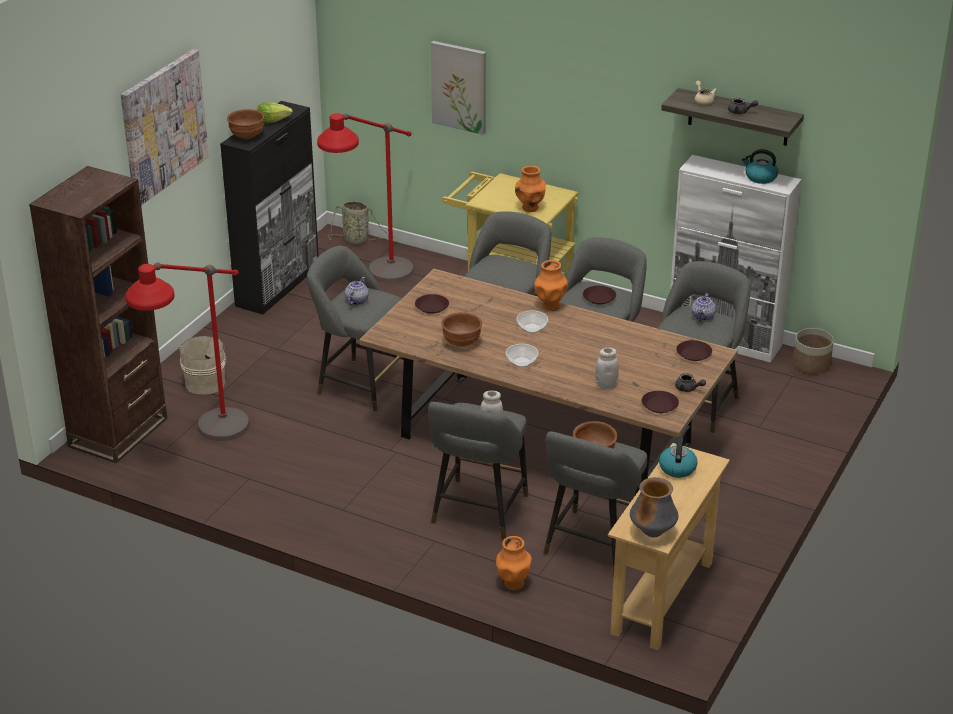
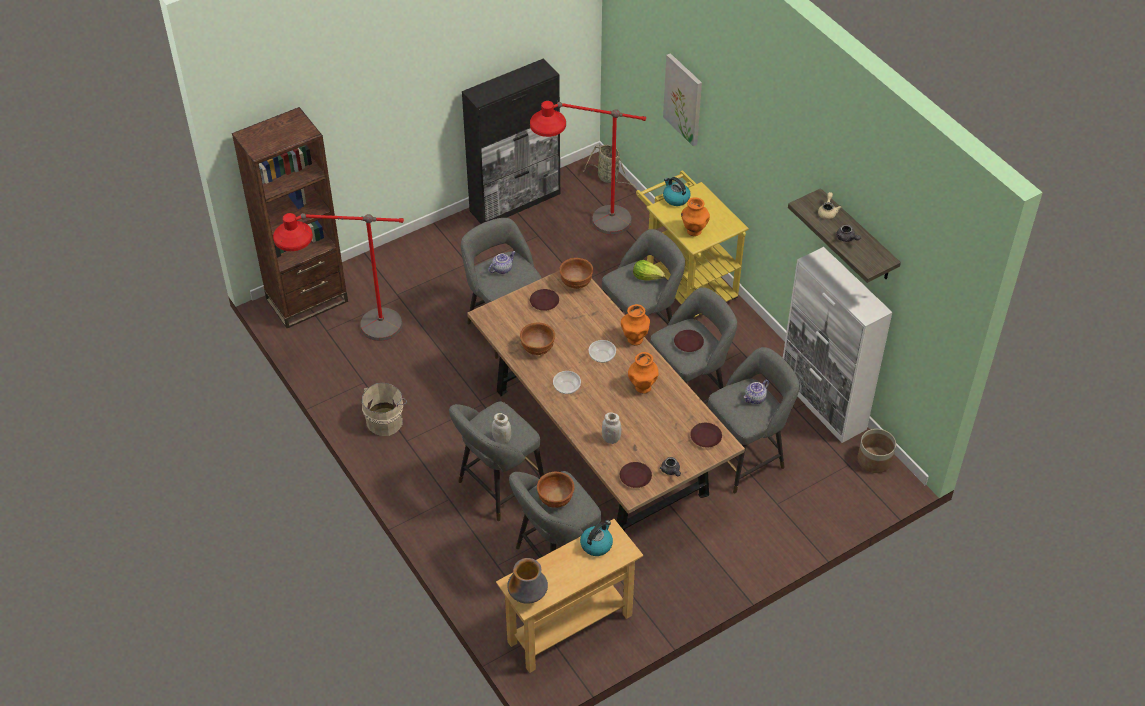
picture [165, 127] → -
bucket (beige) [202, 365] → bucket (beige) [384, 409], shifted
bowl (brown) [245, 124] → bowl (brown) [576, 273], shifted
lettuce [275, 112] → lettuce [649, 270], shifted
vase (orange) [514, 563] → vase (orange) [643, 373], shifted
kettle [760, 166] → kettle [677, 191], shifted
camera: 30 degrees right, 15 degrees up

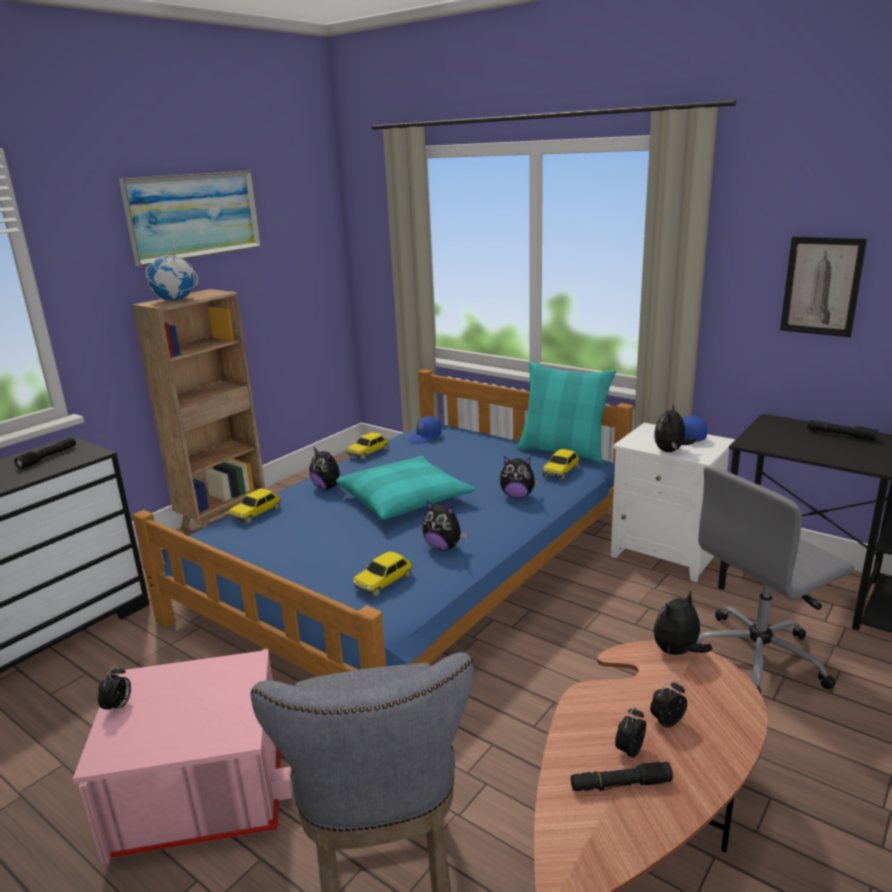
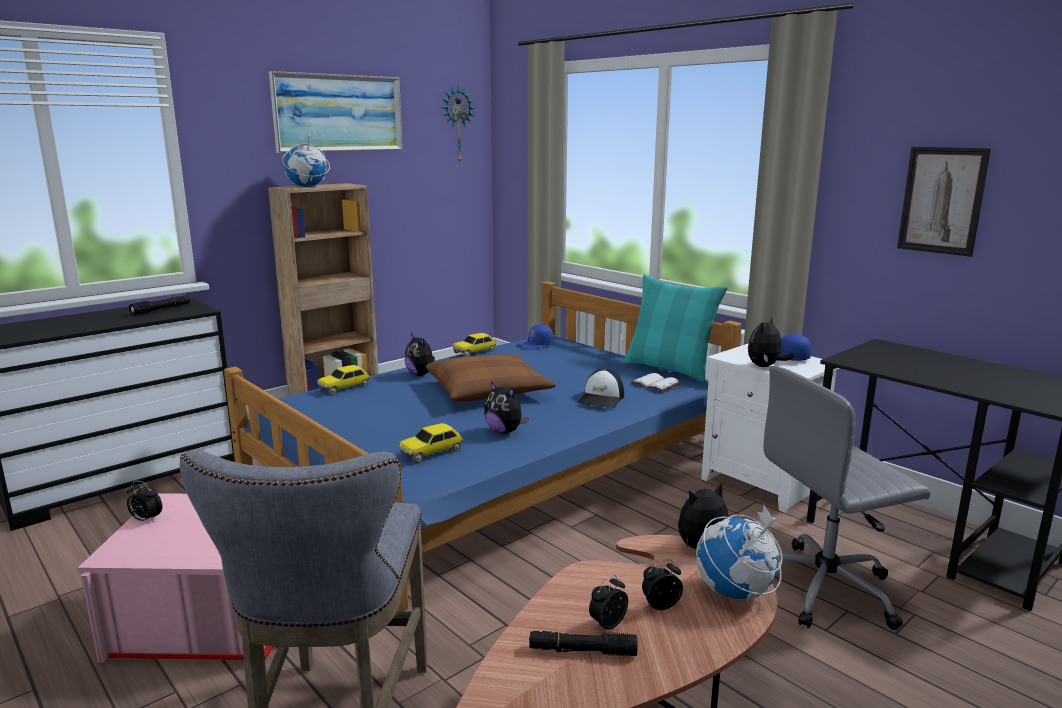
flashlight (black) [842, 430] → -
- → wall clock [457, 124]
- → globe [739, 552]
plush toy [519, 477] → cap [600, 388]
toy car [560, 464] → book (white) [656, 382]
pillow (turquoise) [405, 488] → pillow (brown) [491, 378]
alarm clock [114, 690] → alarm clock [144, 501], 90 degrees clockwise
camera: 10 degrees right, 5 degrees down

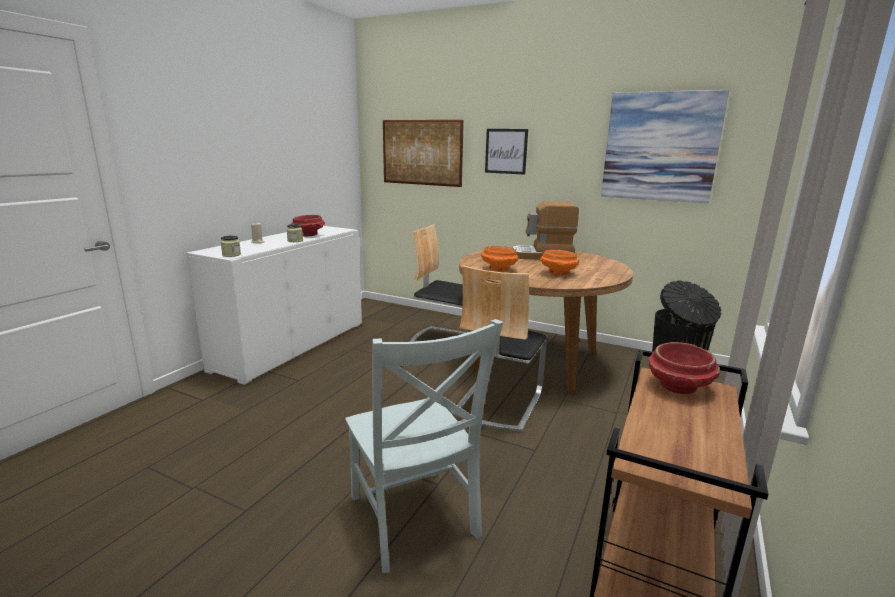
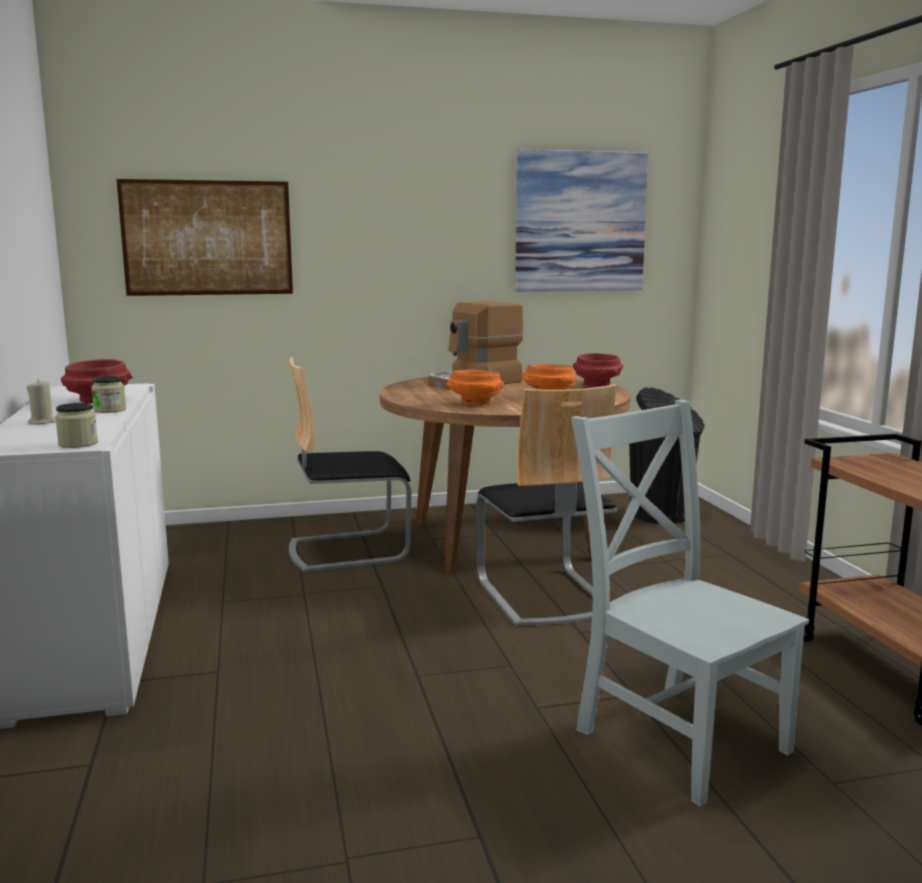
picture [506, 152] → -
bowl (red) [684, 368] → bowl (red) [598, 370], shifted
chair (grey) [424, 446] → chair (grey) [690, 603], 150 degrees counterclockwise
camera: 40 degrees left, 5 degrees down

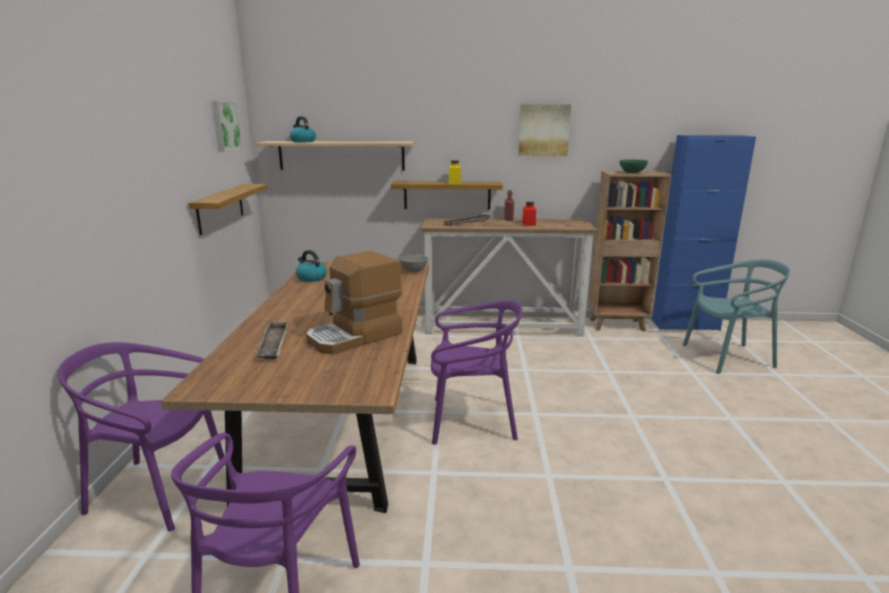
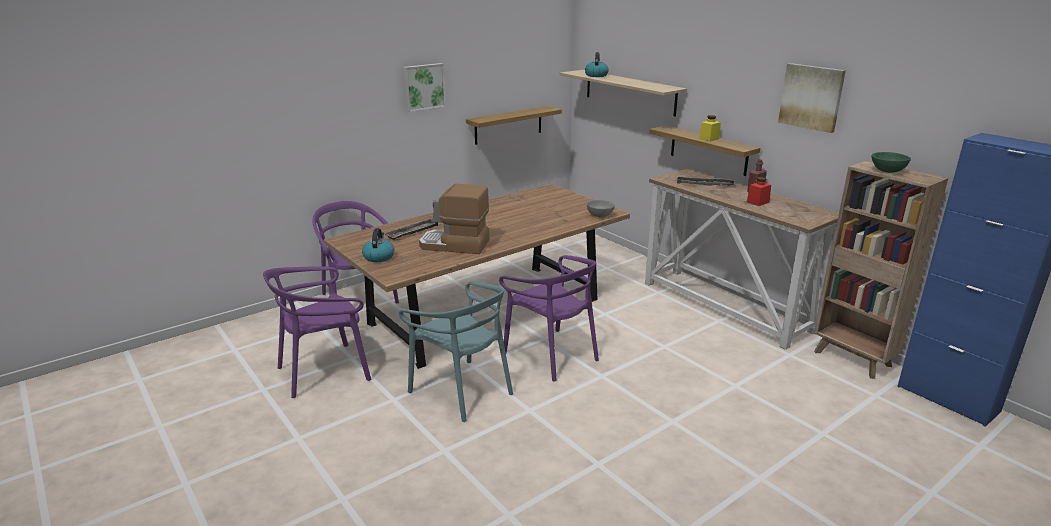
picture [227, 126] → picture [424, 87], shifted
kettle [311, 266] → kettle [378, 245], shifted
chair (turquoise) [736, 317] → chair (turquoise) [456, 351], shifted
camera: 50 degrees right, 5 degrees up

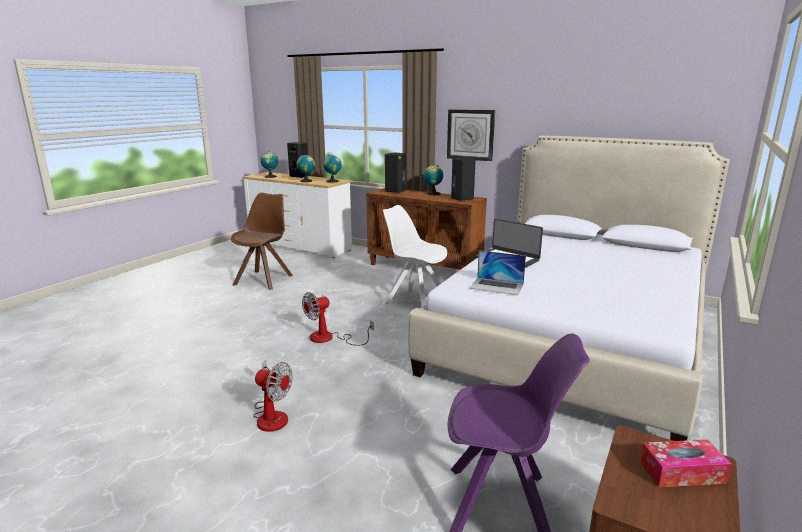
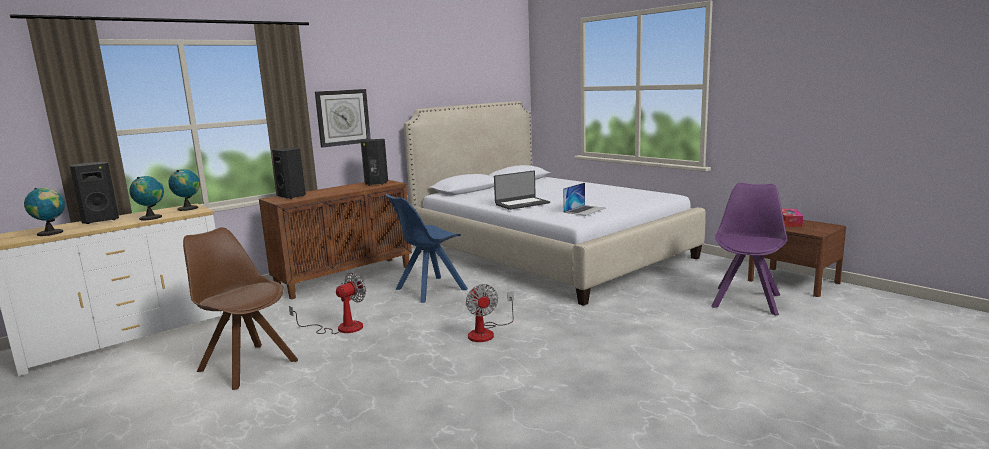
globe [433, 180] → -
fan [273, 396] → fan [327, 303], shifted
chair (white) [415, 256] → chair (blue) [427, 248]
camera: 70 degrees left, 5 degrees down

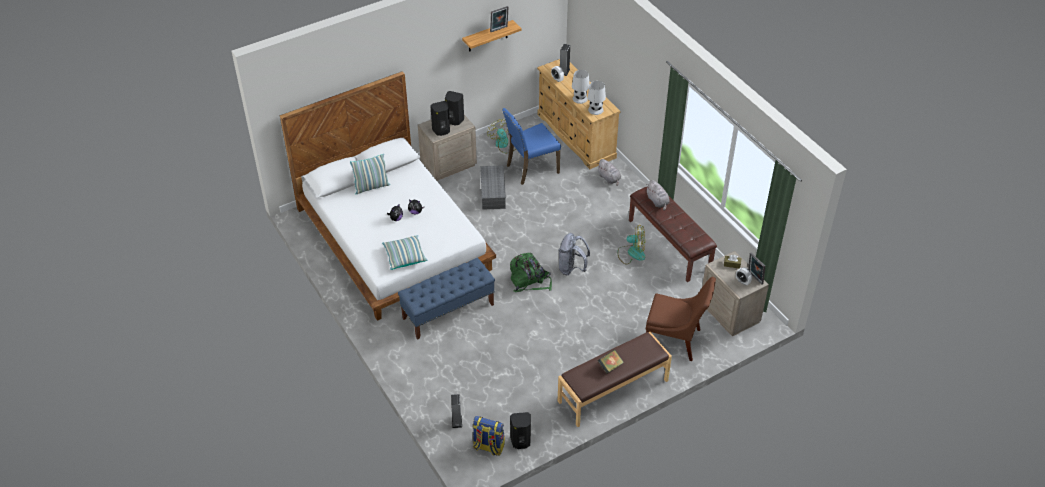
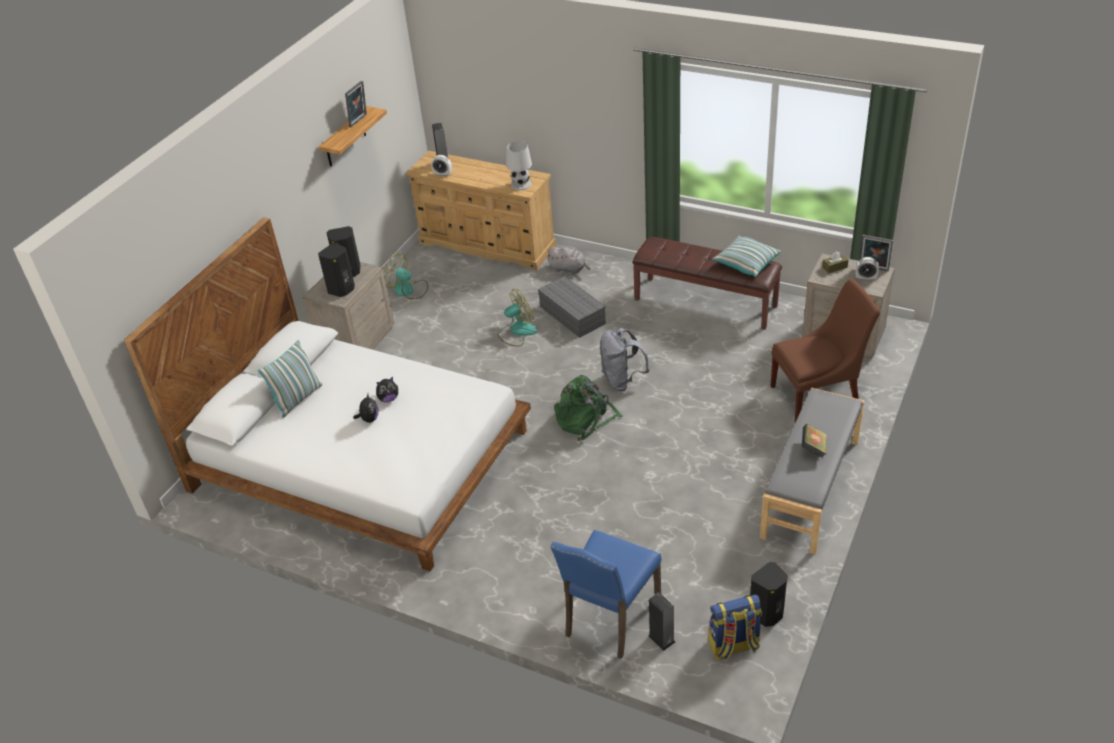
bench (blue) [446, 299] → -
table lamp (white) [581, 87] → -
plush toy (grey) [658, 195] → -
pillow [404, 252] → pillow [746, 256], shifted
storage box (grey) [493, 187] → storage box (grey) [572, 307], shifted
chair (blue) [531, 146] → chair (blue) [605, 594], shifted
fan [631, 245] → fan [517, 318], shifted
bench (brown) [615, 379] → bench (grey) [812, 471]
camera: 30 degrees left, 5 degrees down

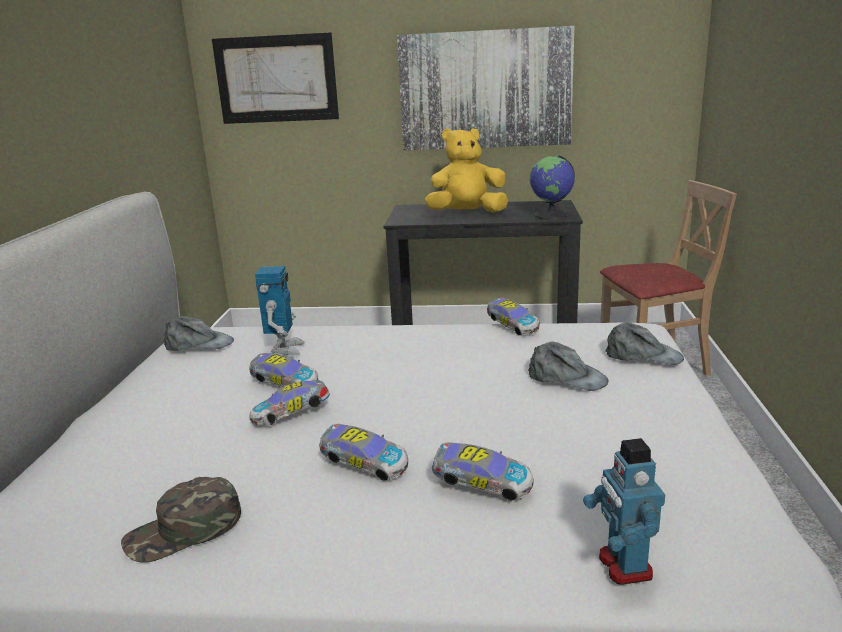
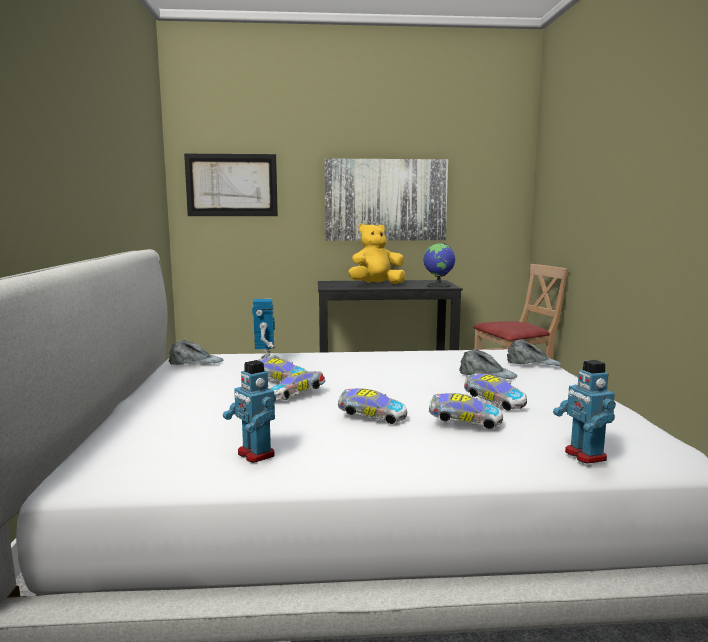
toy car [513, 316] → toy car [495, 392], shifted
cap (green) [181, 519] → toy robot [249, 411]
camera: 10 degrees left, 10 degrees down

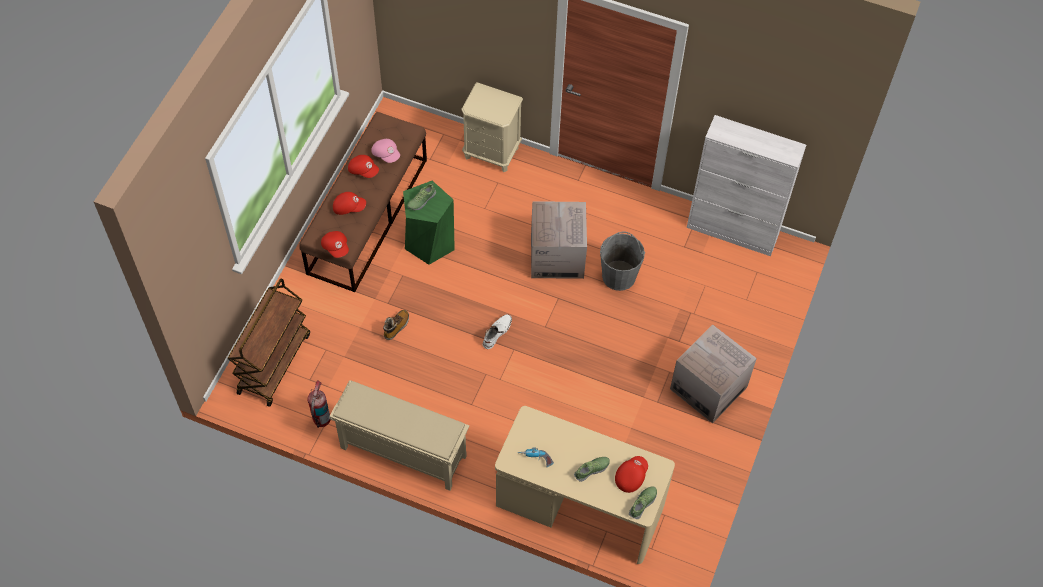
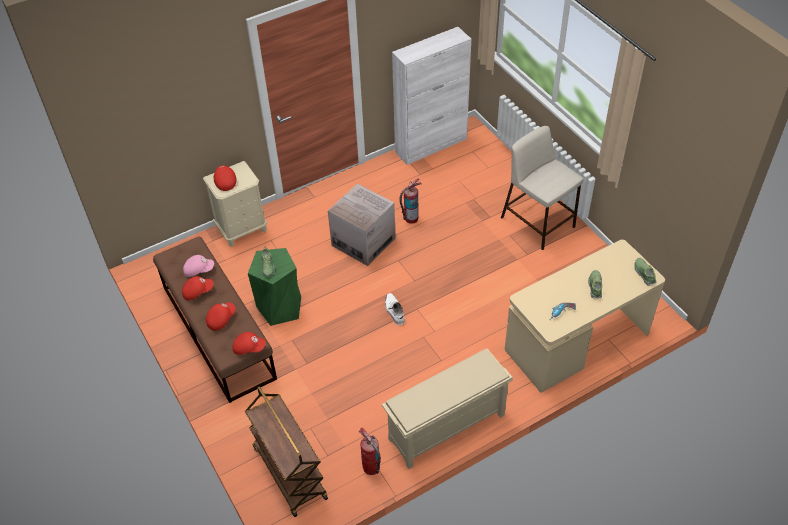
boot [396, 325] → -
cap (red) [631, 474] → cap (red) [225, 178], shifted
bucket (grey) [622, 261] → fire extinguisher [411, 201]
cardboard box [713, 373] → stool (beige) [542, 188]
camera: 50 degrees left, 10 degrees down

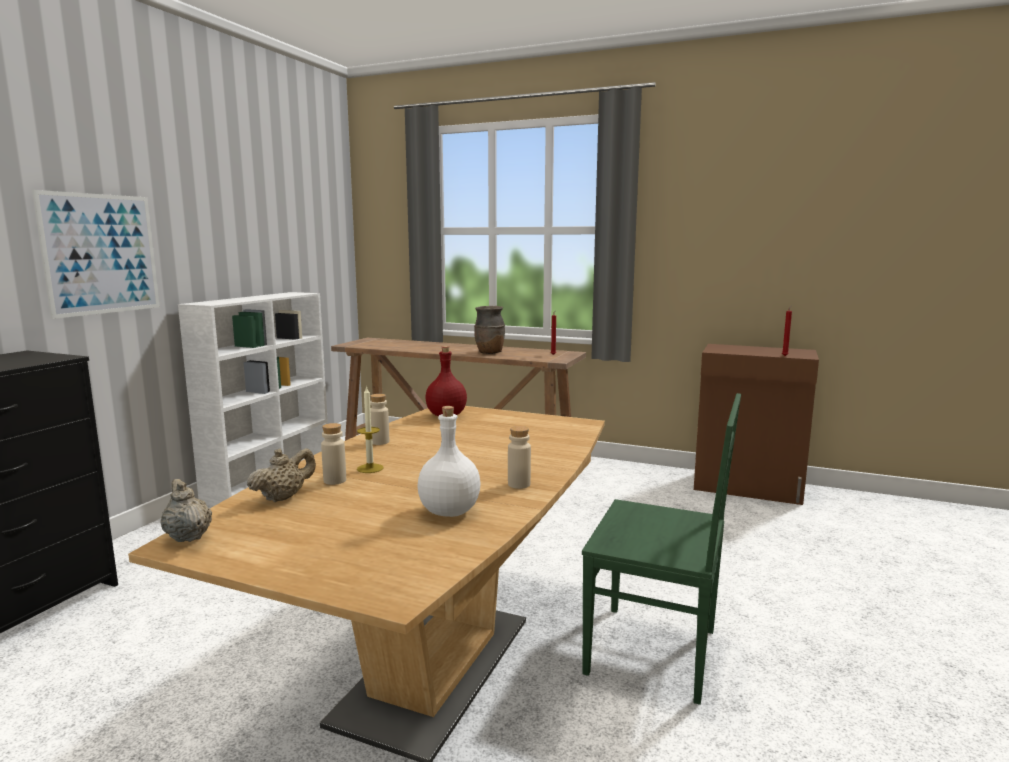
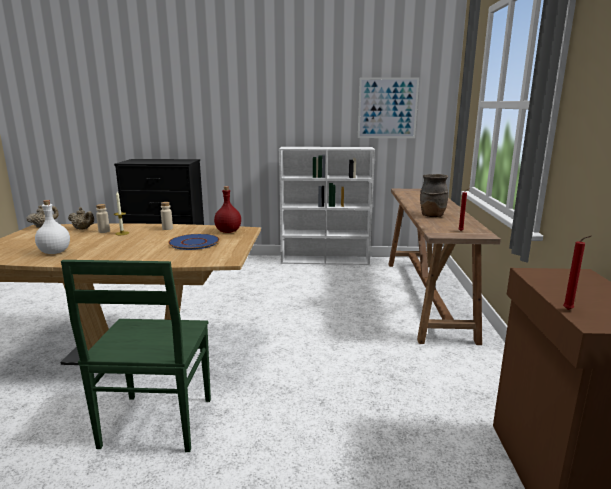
bottle (beige) [519, 457] → -
- → plate (blue) [193, 242]
picture [96, 254] → picture [388, 107], shifted
camera: 70 degrees right, 5 degrees up

